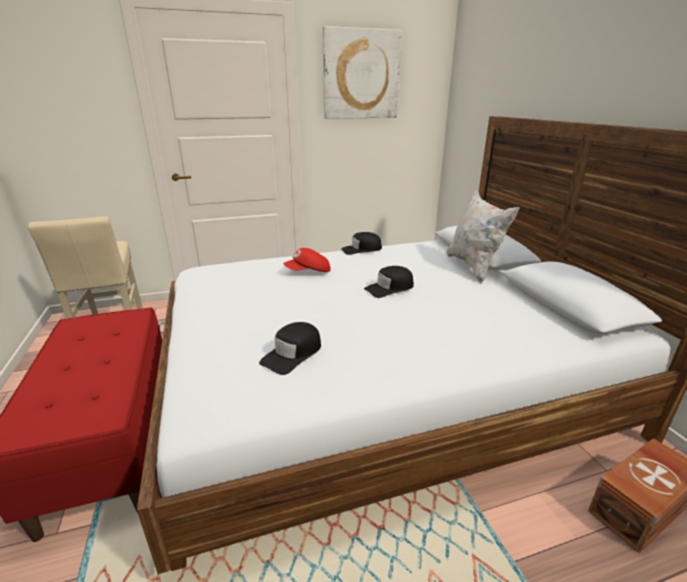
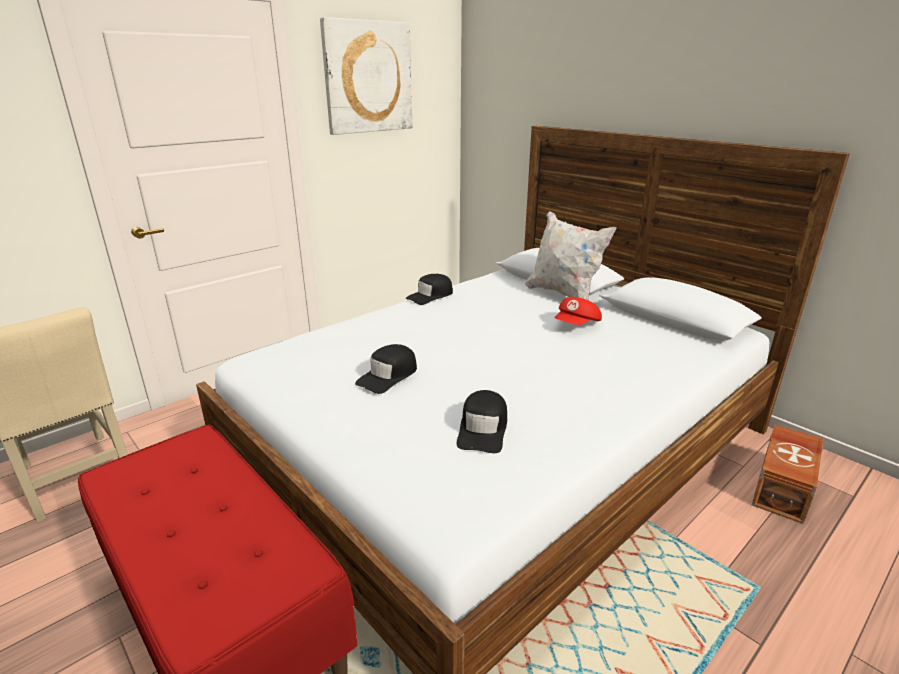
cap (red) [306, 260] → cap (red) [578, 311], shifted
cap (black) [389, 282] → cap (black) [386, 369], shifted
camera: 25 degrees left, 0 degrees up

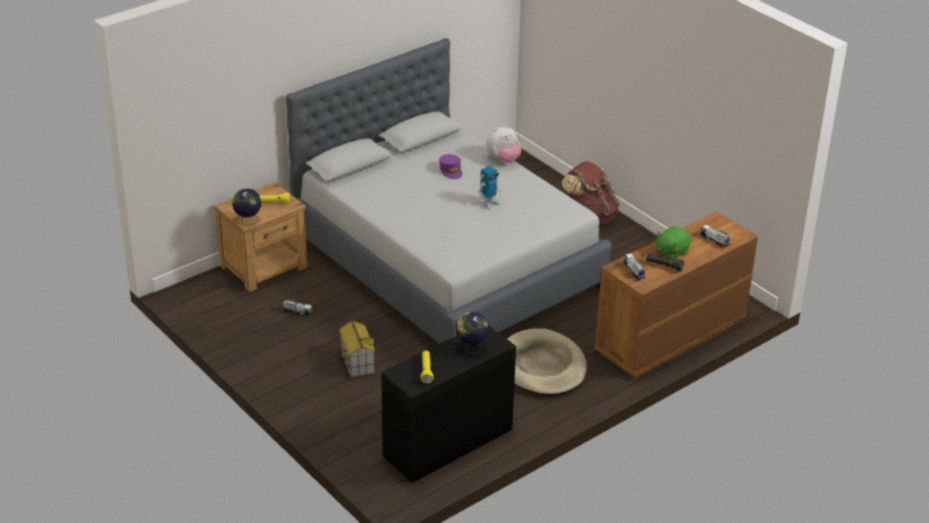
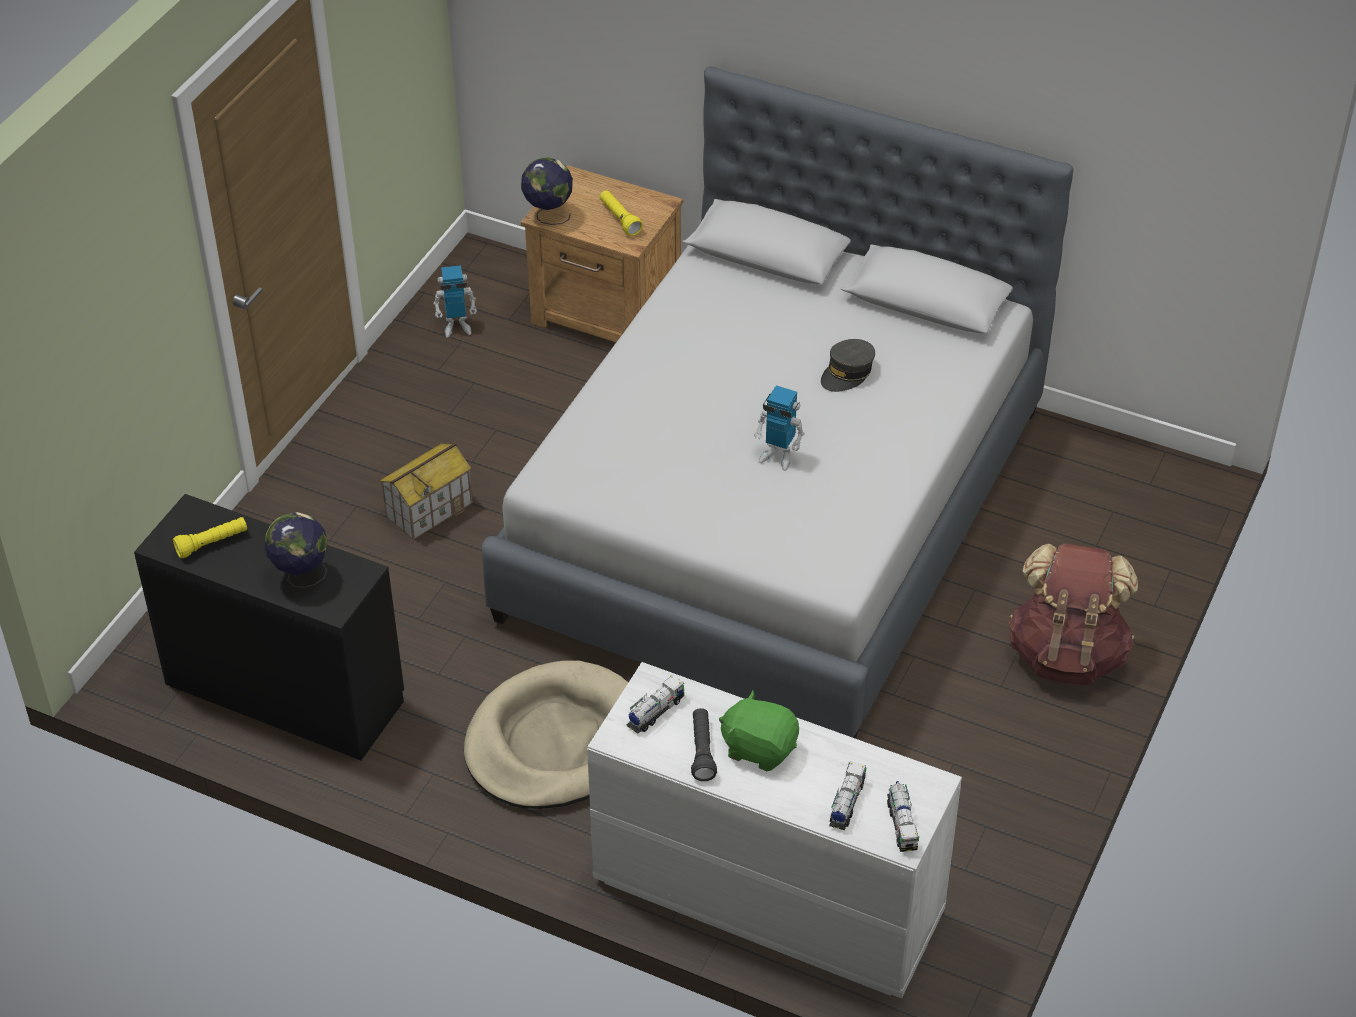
plush toy [503, 144] → -
- → toy robot [455, 301]
toy truck [297, 307] → toy truck [903, 816], shifted
cap (purple) [450, 166] → cap (grey) [848, 365]
dresser (brown) [676, 294] → dresser (white) [774, 830]
camera: 65 degrees right, 10 degrees up

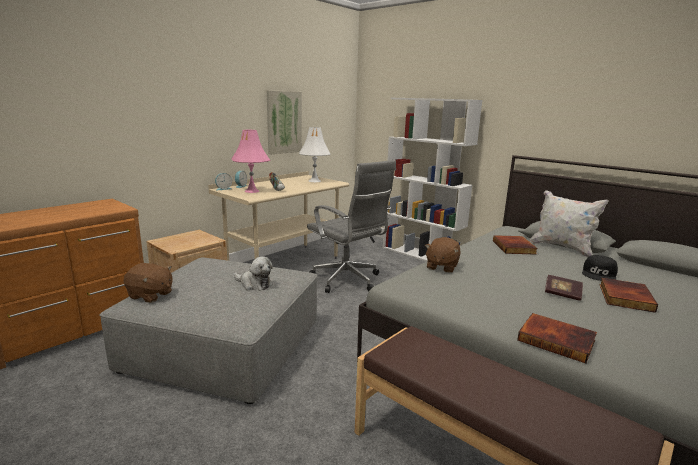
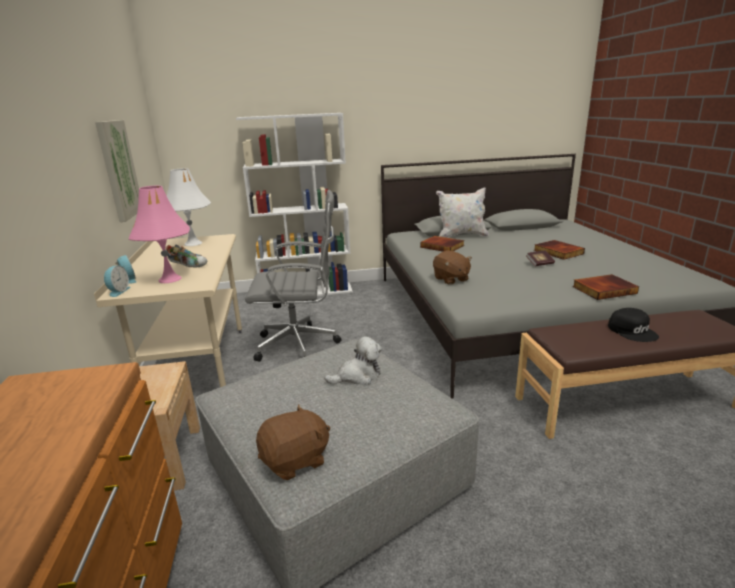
cap (black) [600, 268] → cap (black) [633, 325], shifted
camera: 50 degrees left, 5 degrees up

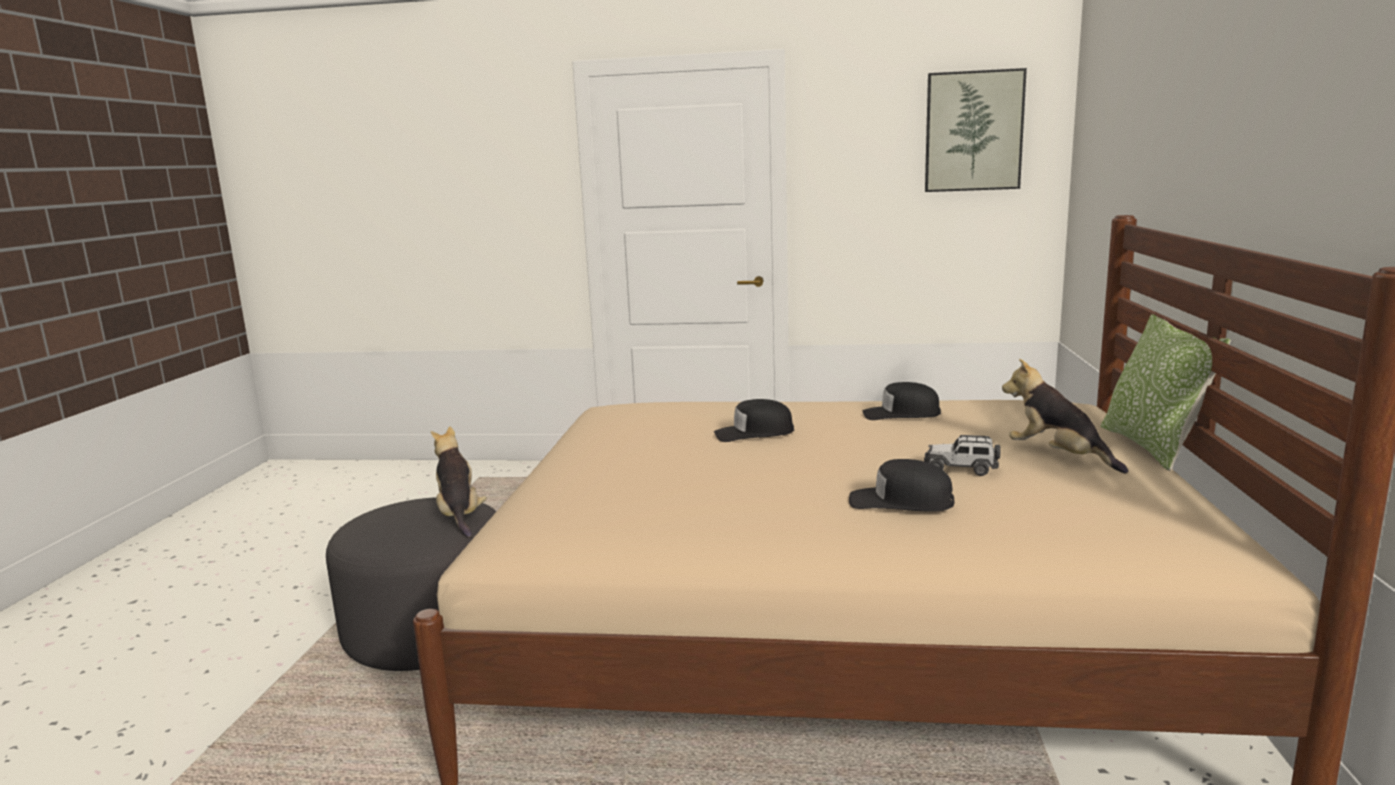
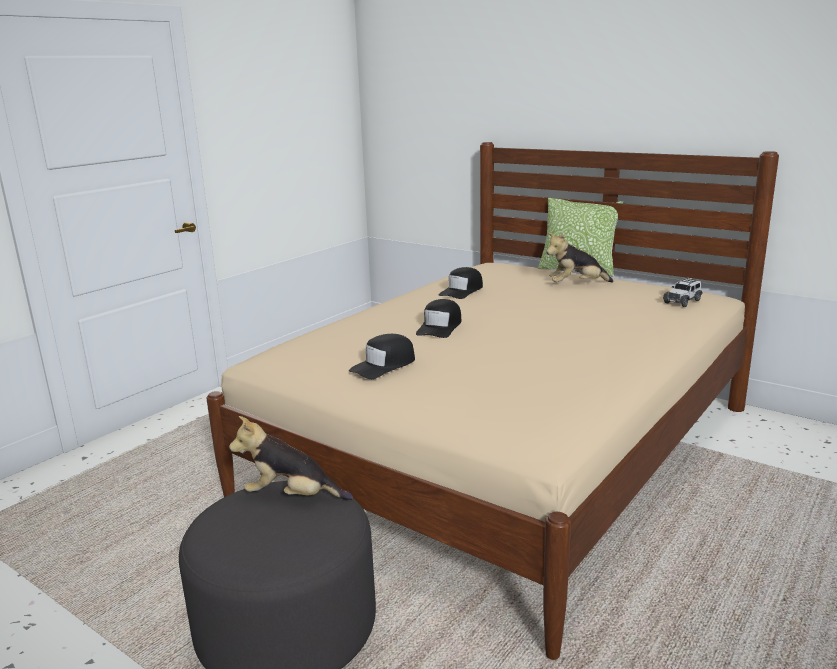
picture [976, 130] → -
cap (black) [901, 485] → cap (black) [382, 356], shifted
toy car [962, 455] → toy car [683, 292], shifted
camera: 60 degrees left, 5 degrees up

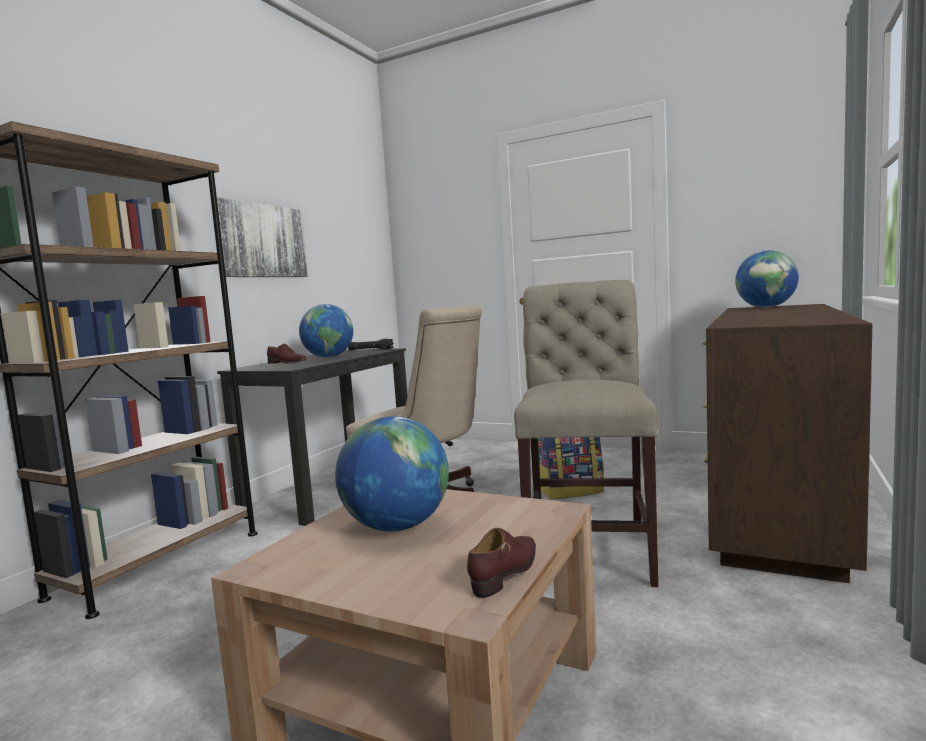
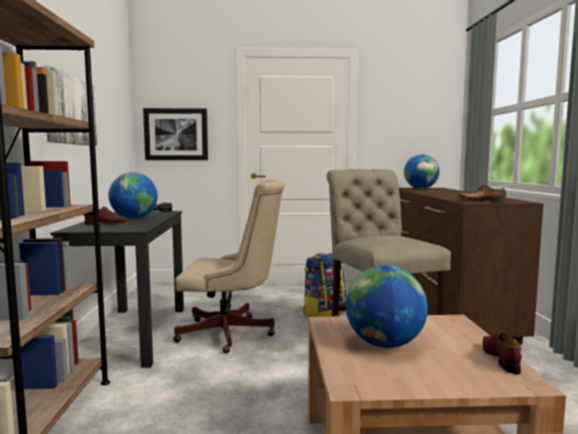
- → picture [175, 134]
- → shoe [482, 193]
camera: 30 degrees left, 0 degrees up

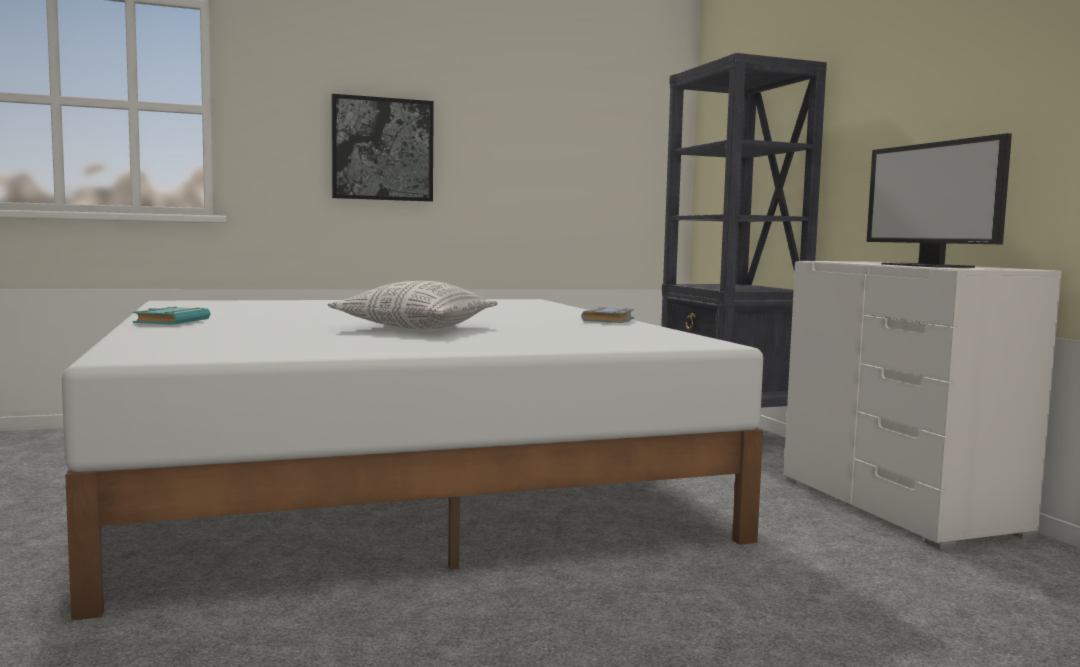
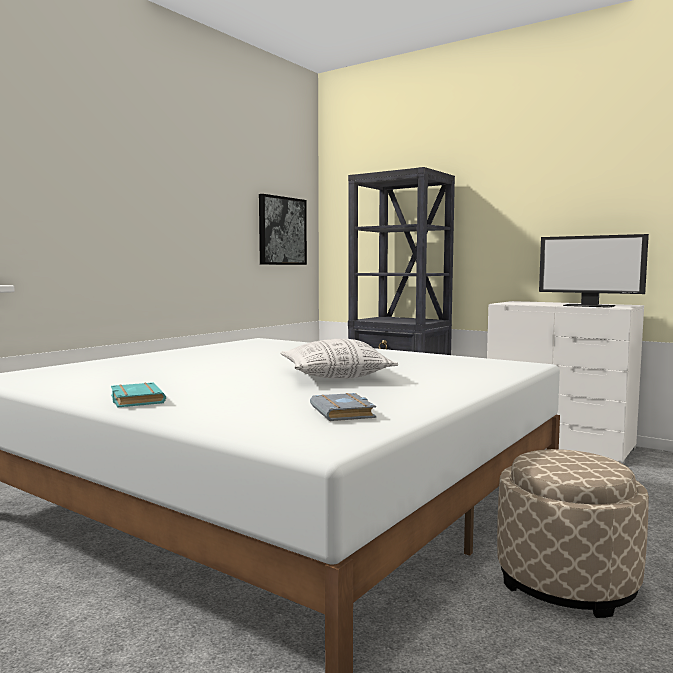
- → ottoman (beige) [573, 533]
picture [382, 148] → picture [283, 229], shifted
book (grey) [607, 315] → book (grey) [343, 407], shifted
camera: 35 degrees left, 0 degrees up

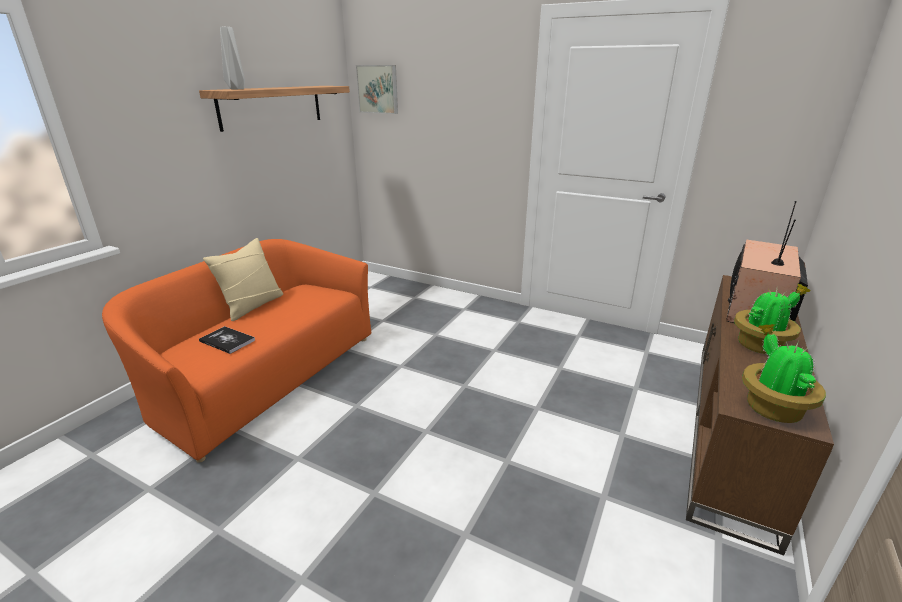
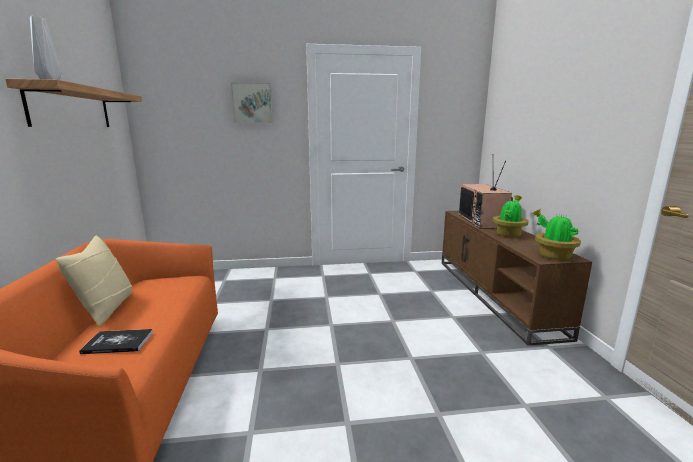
picture [377, 89] → picture [252, 102], shifted
camera: 35 degrees left, 10 degrees down

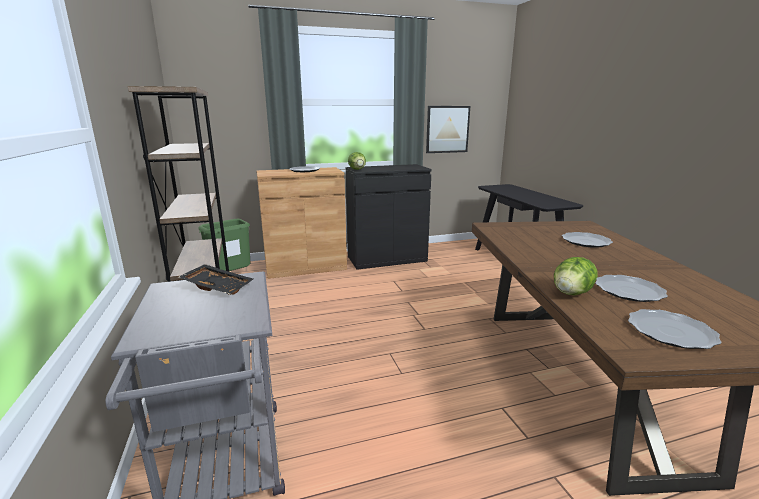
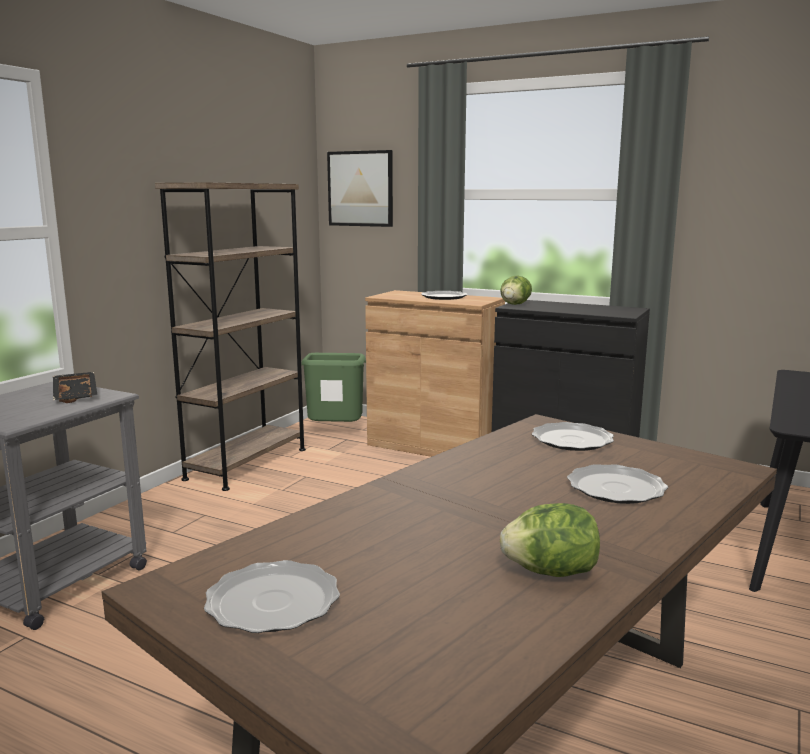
picture [448, 129] → picture [360, 188], shifted
lettuce [576, 276] → lettuce [550, 540], shifted
plate [631, 288] → plate [573, 436], shifted
camera: 45 degrees right, 5 degrees down

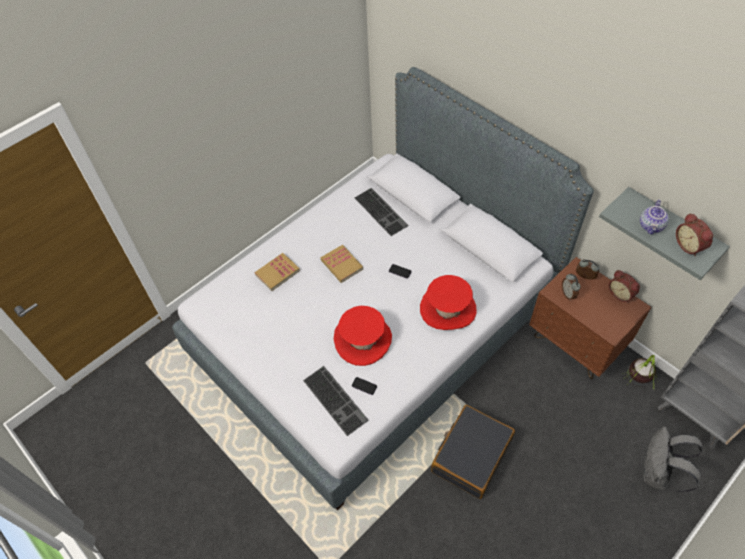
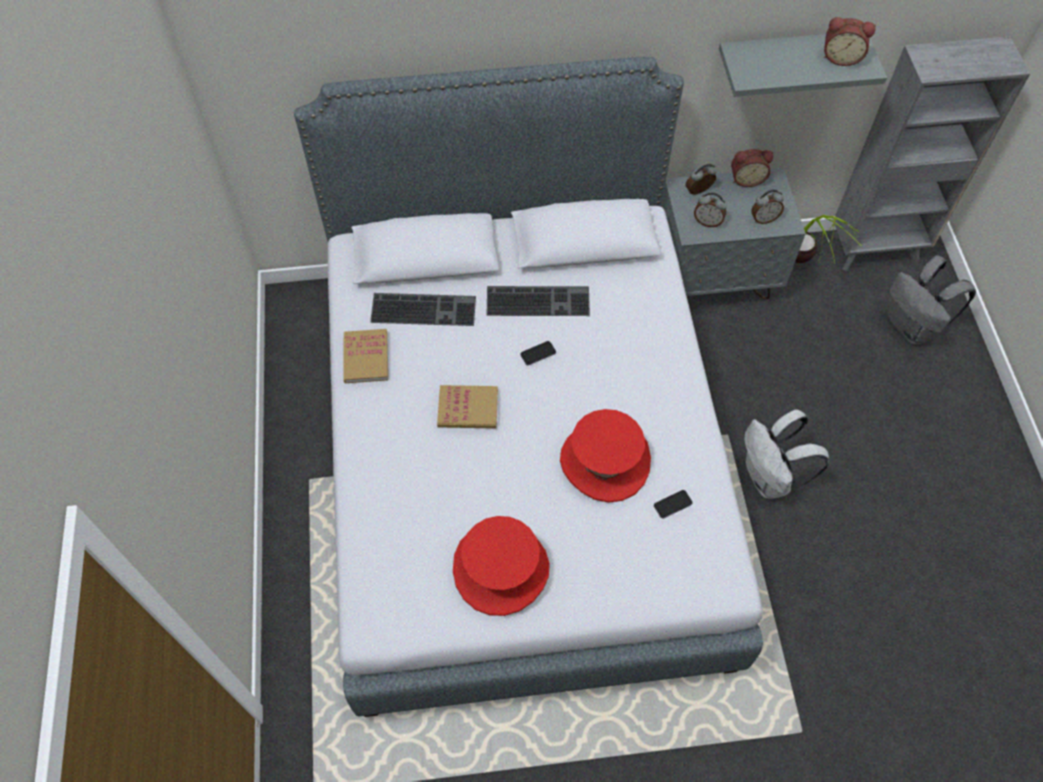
teapot [654, 217] → -
- → alarm clock [767, 207]
book [277, 272] → book [365, 356], shifted
keyboard [335, 401] → keyboard [538, 301], shifted
hat (red) [448, 302] → hat (red) [501, 566], shifted
suitcase (black) [473, 452] → backpack (white) [786, 454]
nightstand (brown) [590, 318] → nightstand (grey) [733, 233]
camera: 55 degrees left, 5 degrees up

